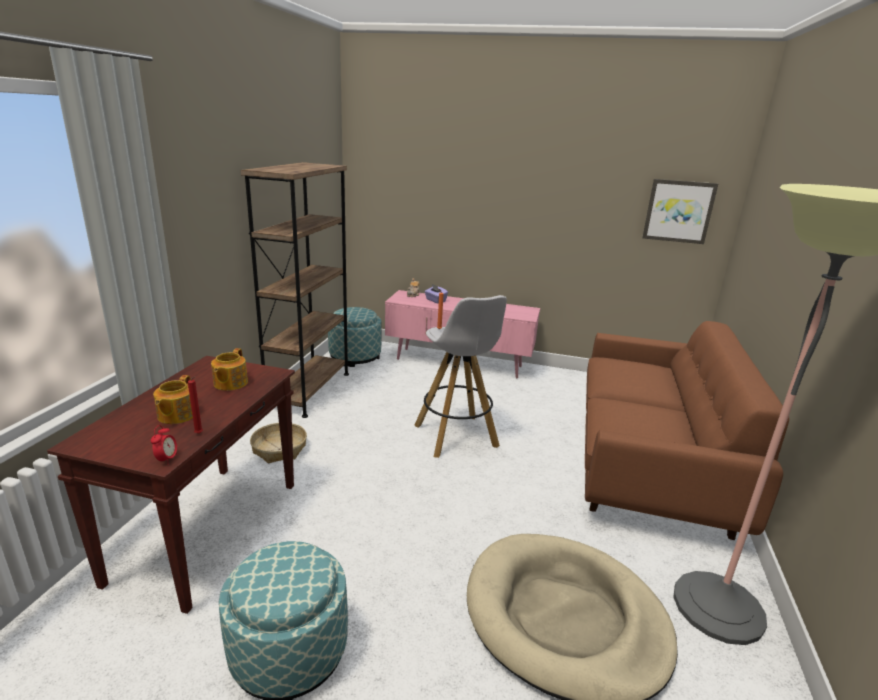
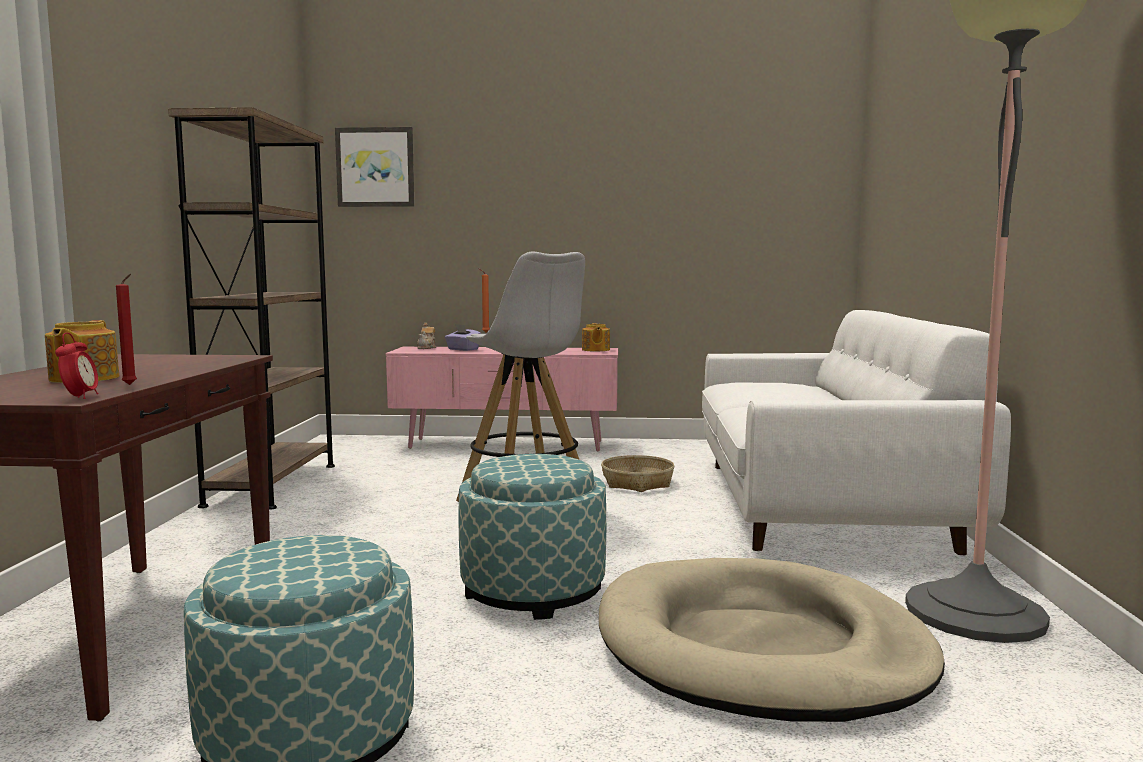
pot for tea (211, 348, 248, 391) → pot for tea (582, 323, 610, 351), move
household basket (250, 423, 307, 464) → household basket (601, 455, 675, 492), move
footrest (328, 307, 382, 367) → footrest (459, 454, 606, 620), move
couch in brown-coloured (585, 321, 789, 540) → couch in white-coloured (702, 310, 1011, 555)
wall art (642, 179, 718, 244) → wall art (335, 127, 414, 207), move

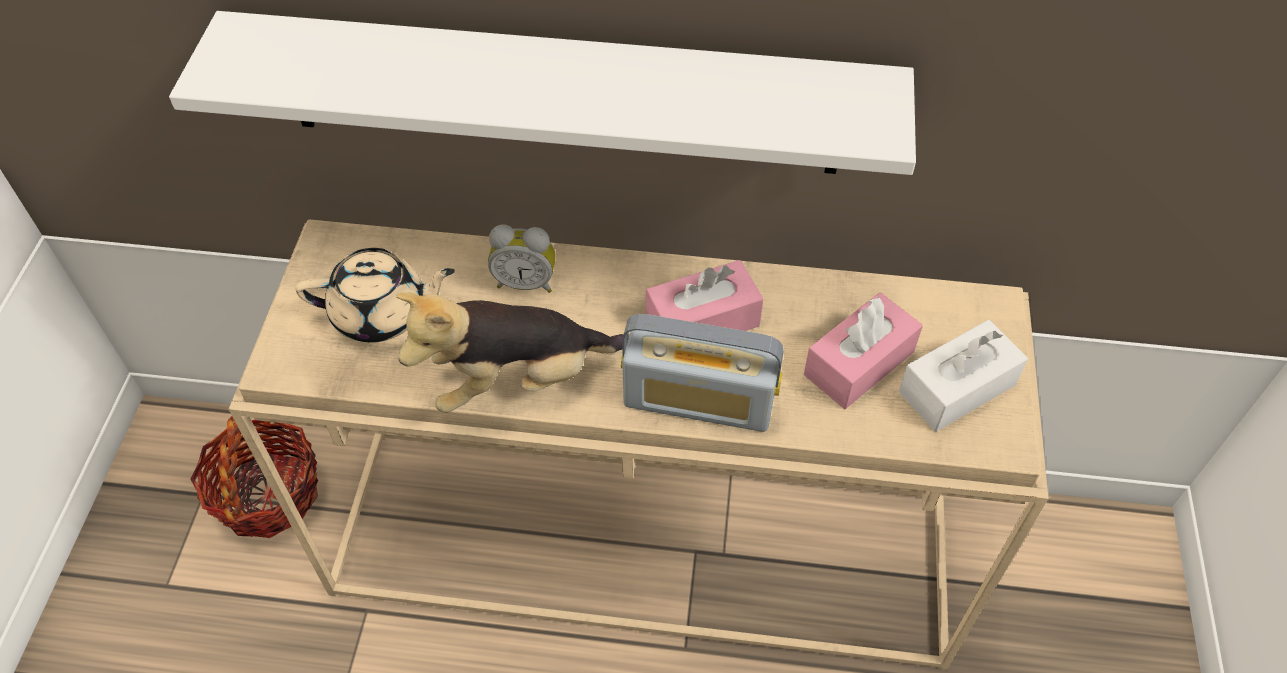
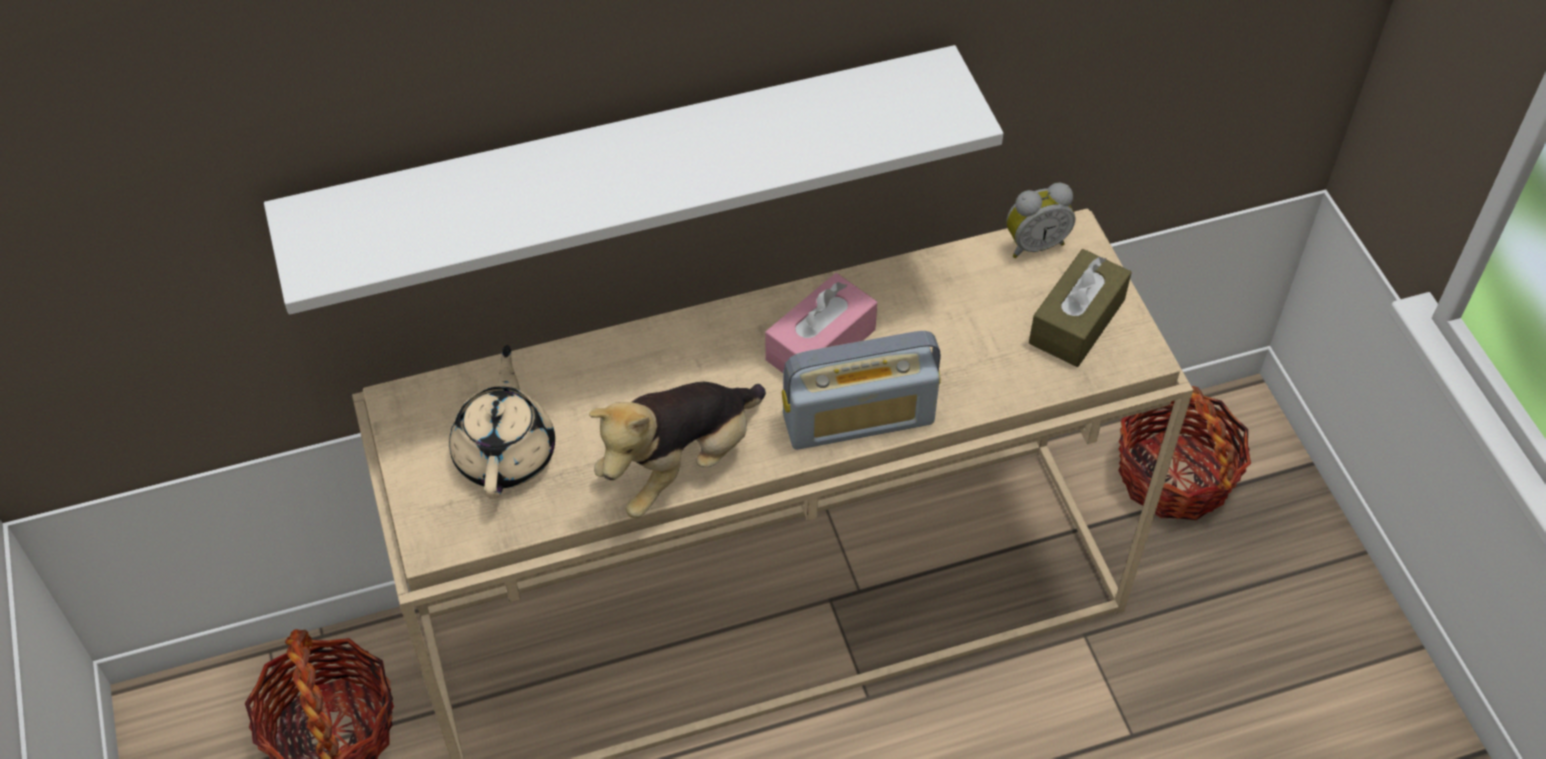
pot for tea in beige (296, 248, 455, 342) → pot for tea in beige (449, 345, 555, 499), 60 degrees counterclockwise
table clock (488, 225, 556, 293) → table clock (1006, 183, 1075, 258), move
box of tissues in pink (804, 293, 923, 409) → -
box of tissues in white-coloured (899, 320, 1028, 432) → box of tissues in brown-coloured (1029, 249, 1132, 367)
- → household basket (1118, 386, 1251, 520)

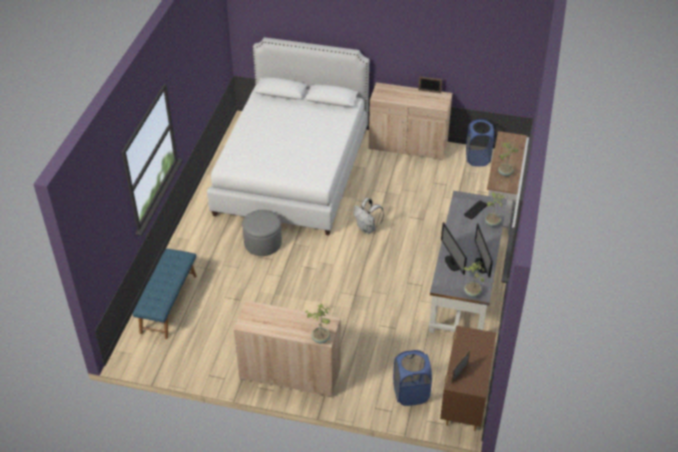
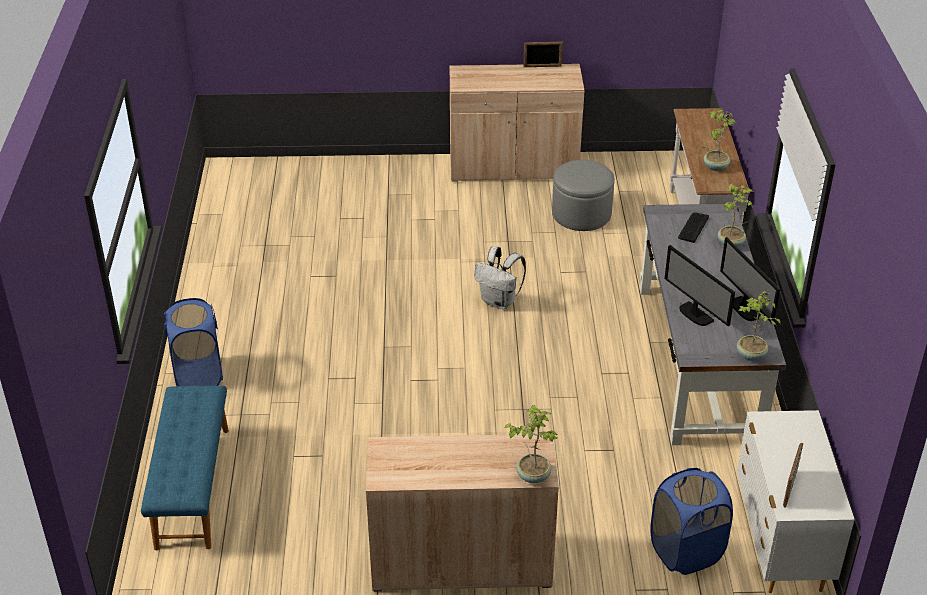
bedroom bed in white-coloured (207, 37, 369, 235) → -
footrest in gray (242, 210, 282, 256) → footrest in gray (552, 160, 615, 231), move
dresser in brown-coloured (440, 326, 496, 431) → dresser in white-coloured (737, 410, 855, 593)
hamper in bluish (466, 119, 494, 166) → hamper in bluish (164, 298, 223, 386), move

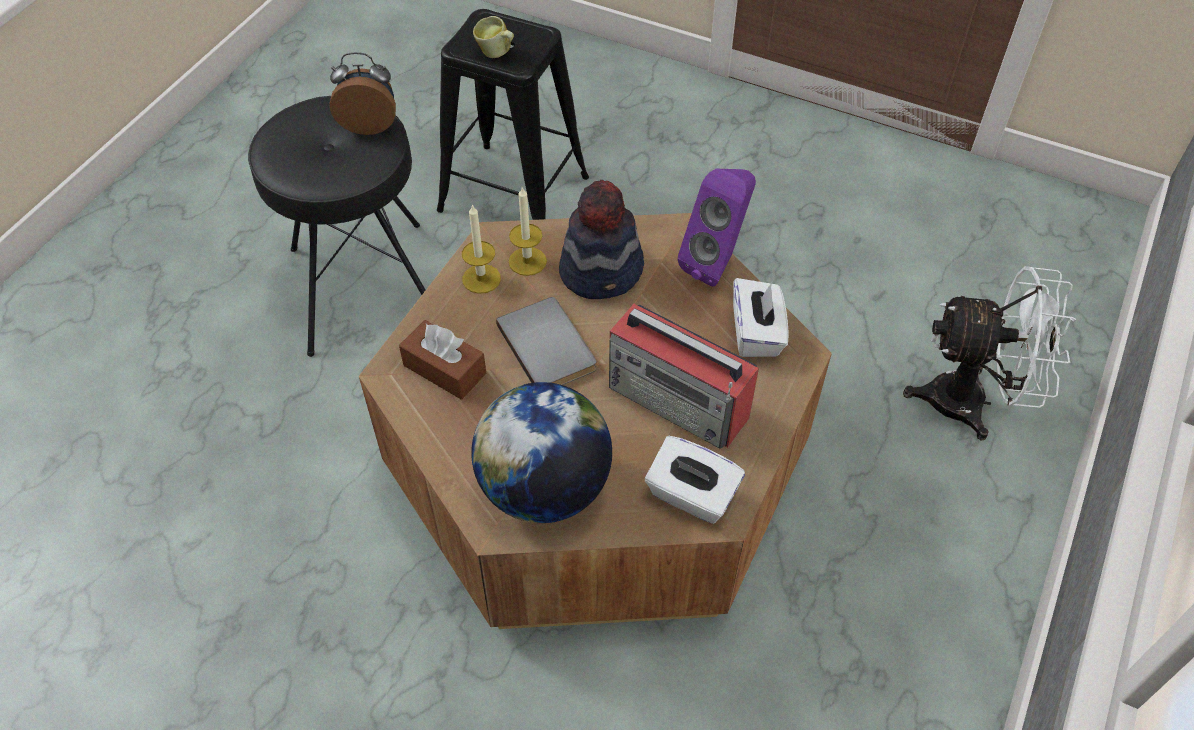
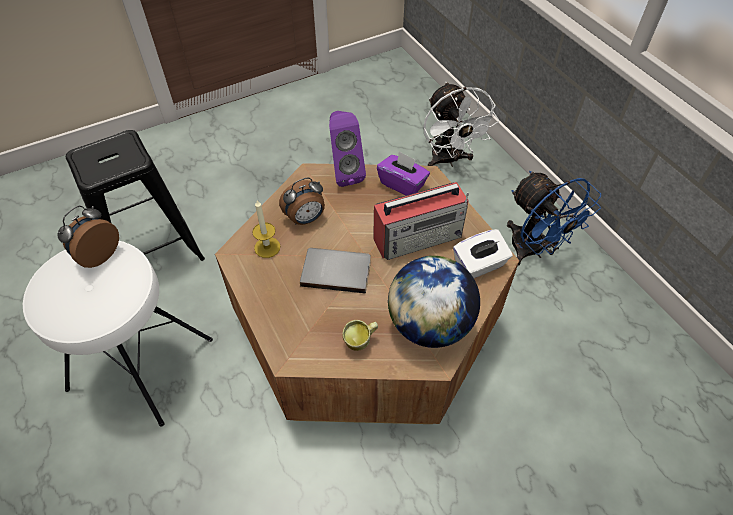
stool in black (248, 96, 426, 357) → stool in white-coloured (23, 241, 213, 427)
box of tissues in brown-coloured (399, 320, 486, 399) → -
wax light (462, 204, 501, 294) → -
coffee mug (473, 16, 514, 58) → coffee mug (343, 320, 378, 351), move
wearable hat (559, 180, 644, 299) → table clock (279, 178, 325, 225)
box of tissues in white-coloured (733, 278, 789, 357) → box of tissues in purple (377, 151, 430, 196)
electric fan in white-coloured (903, 266, 1076, 441) → electric fan in white-coloured (423, 82, 499, 167), 120 degrees clockwise
- → electric fan in bluish (507, 171, 601, 265)

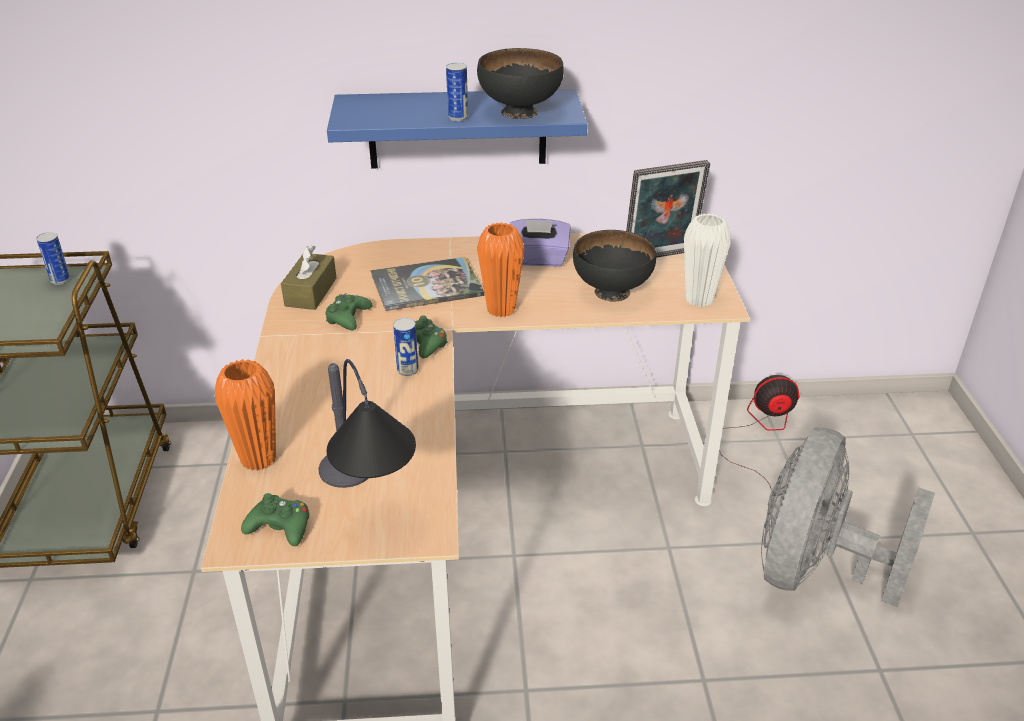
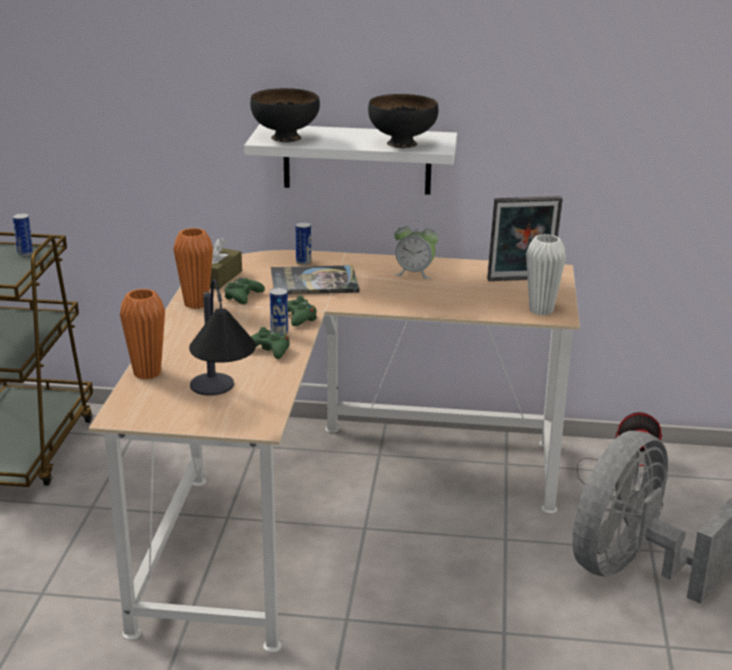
gamepad in green (241, 493, 309, 546) → gamepad in green (251, 327, 290, 359), move
shelf in bluish (327, 89, 588, 168) → shelf in white-coloured (244, 124, 457, 195)
metal can (446, 63, 468, 121) → metal can (295, 222, 311, 265), move
decorative vase in orangey (477, 222, 524, 317) → decorative vase in orangey (173, 228, 213, 309), move
box of tissues in purple (510, 219, 571, 267) → table clock (394, 221, 438, 279)
deep dish in black (573, 230, 656, 302) → deep dish in black (250, 88, 320, 142), move

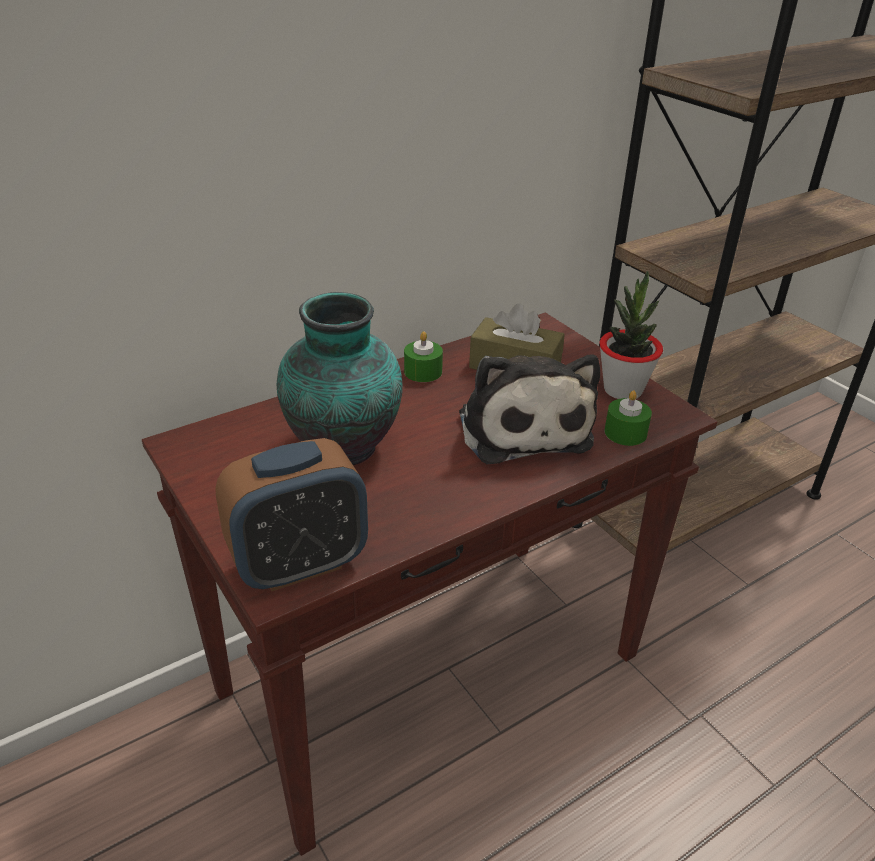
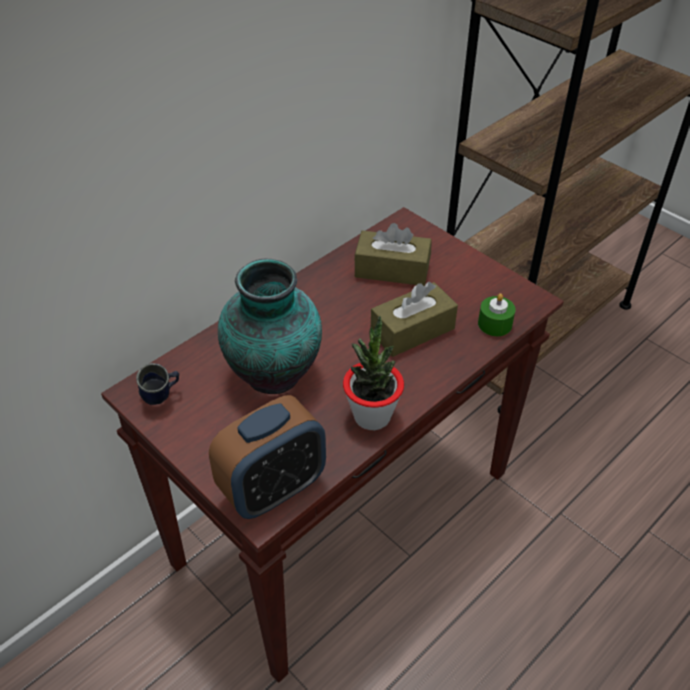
wax light in green (404, 331, 443, 382) → -
plush toy (459, 354, 600, 464) → box of tissues in brown-coloured (371, 282, 458, 357)
plant in a pot (599, 271, 663, 399) → plant in a pot (343, 316, 404, 430), move
- → coffee mug in bluish (136, 363, 179, 405)

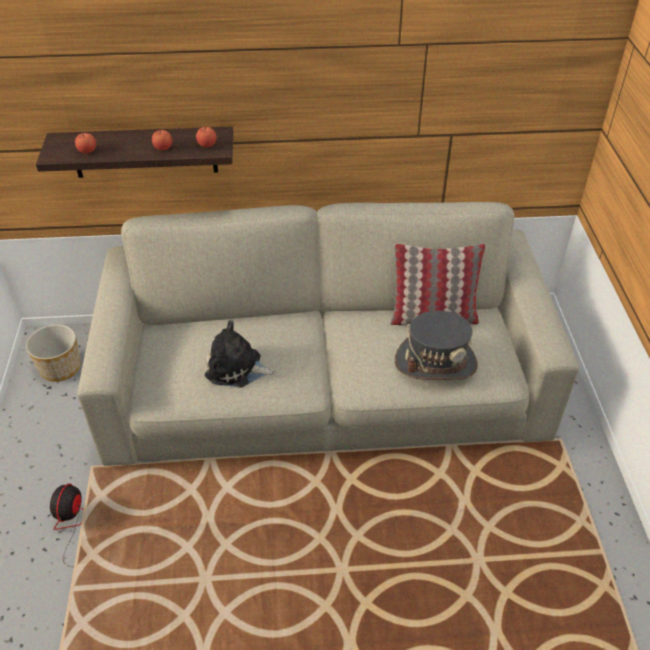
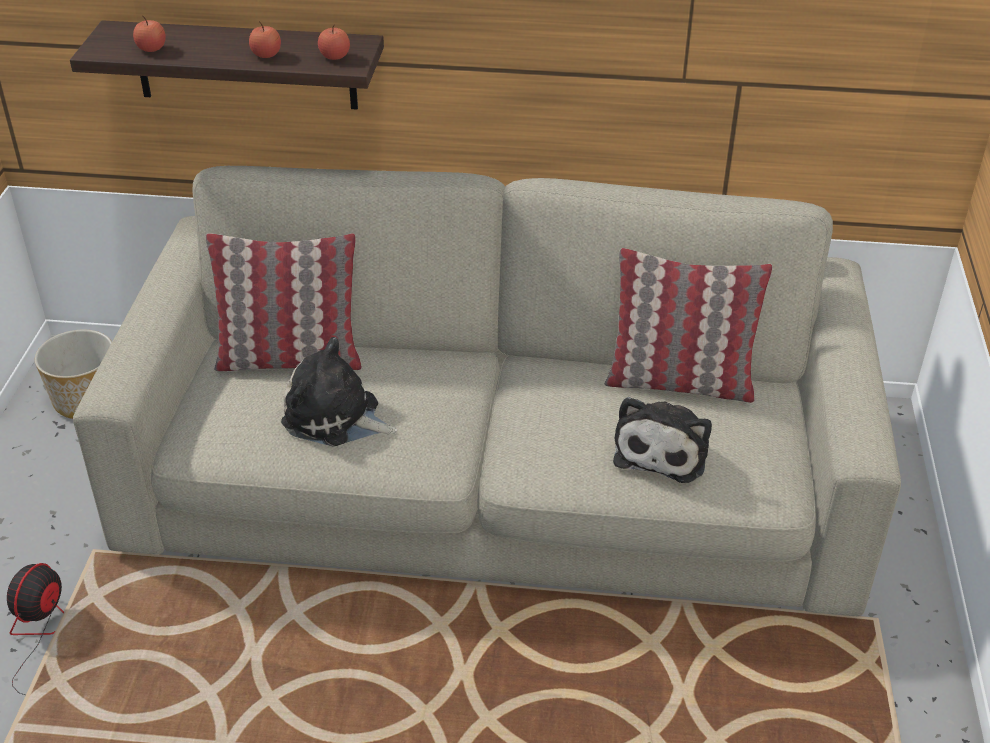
wearable hat in gray (395, 311, 478, 380) → plush toy (613, 397, 712, 483)
- → cushion (206, 233, 362, 371)

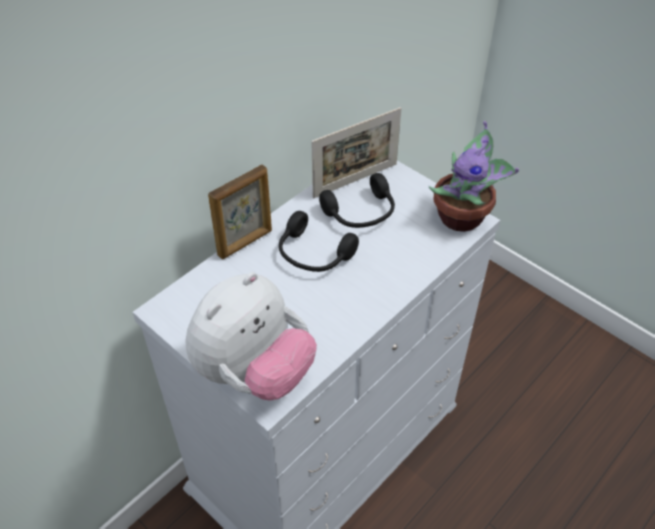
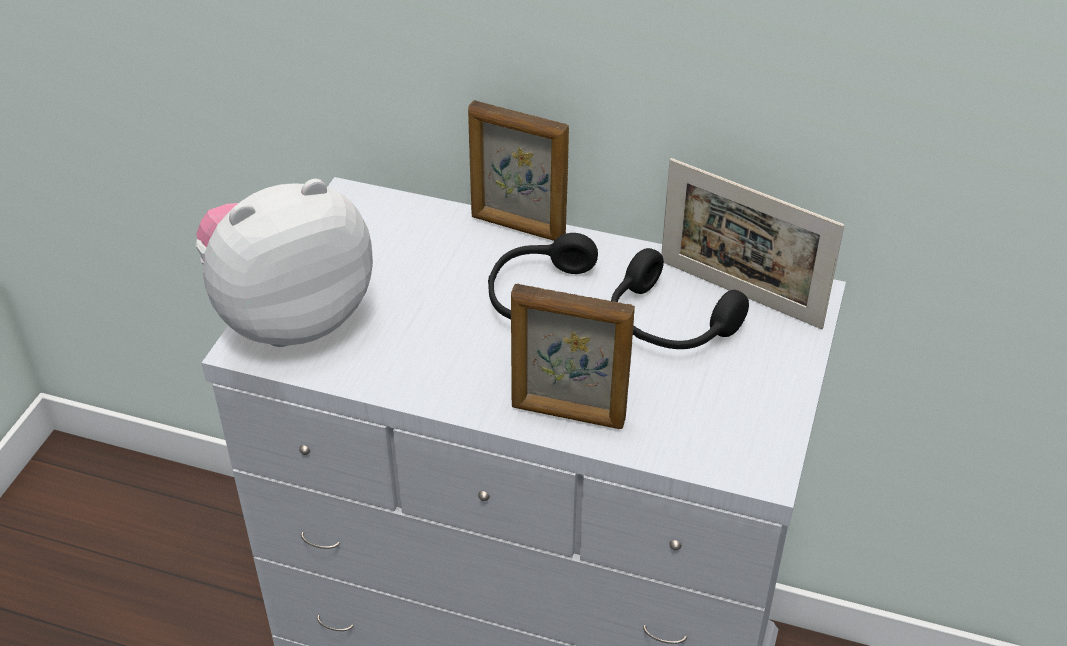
plush toy (185, 272, 317, 401) → plush toy (196, 179, 373, 347), 135 degrees clockwise
plant in a pot (429, 121, 519, 232) → -
- → picture frame (511, 284, 635, 429)

